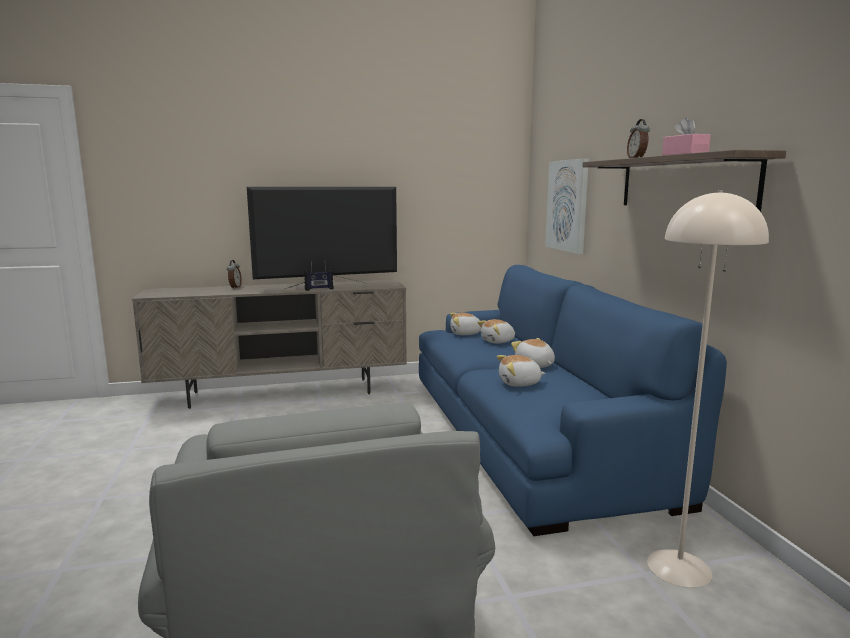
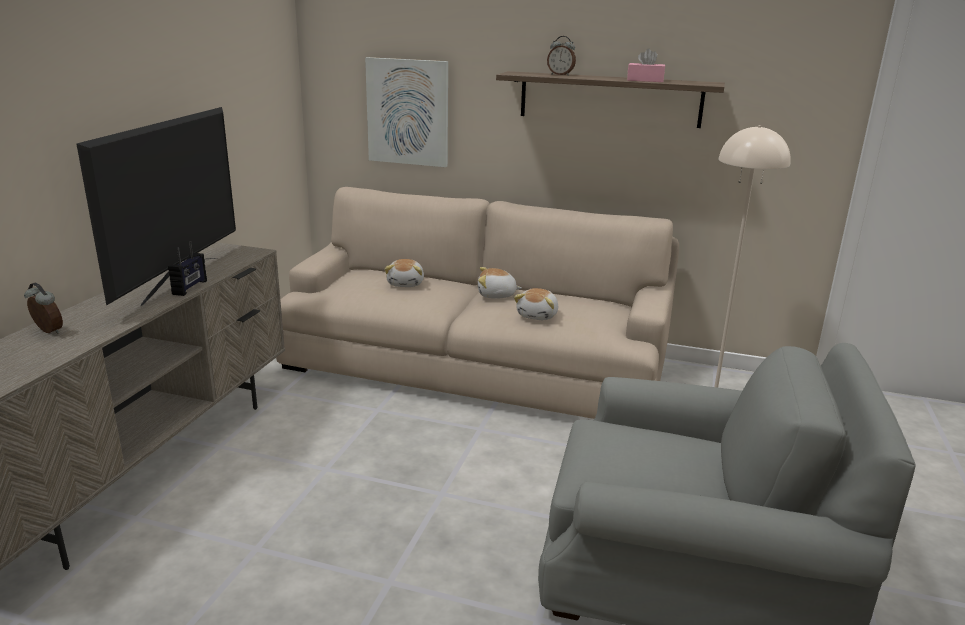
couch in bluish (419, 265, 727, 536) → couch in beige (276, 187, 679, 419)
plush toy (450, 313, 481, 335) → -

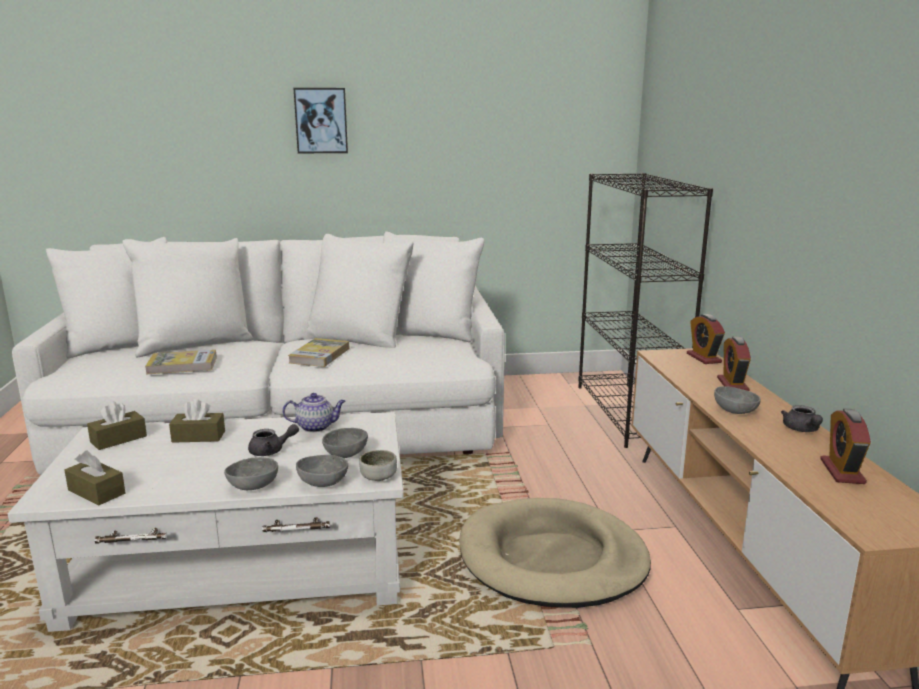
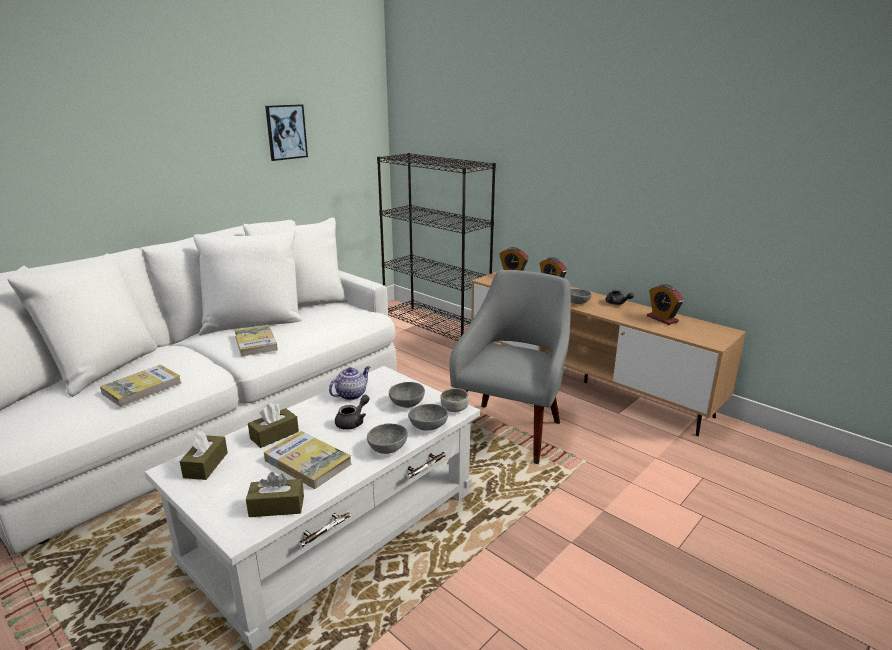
wall art (294, 88, 348, 153) → wall art (265, 104, 308, 161), move
pet bed in beige (459, 498, 651, 608) → easy chair in gray (450, 270, 571, 464)
- → bound book (264, 431, 351, 489)

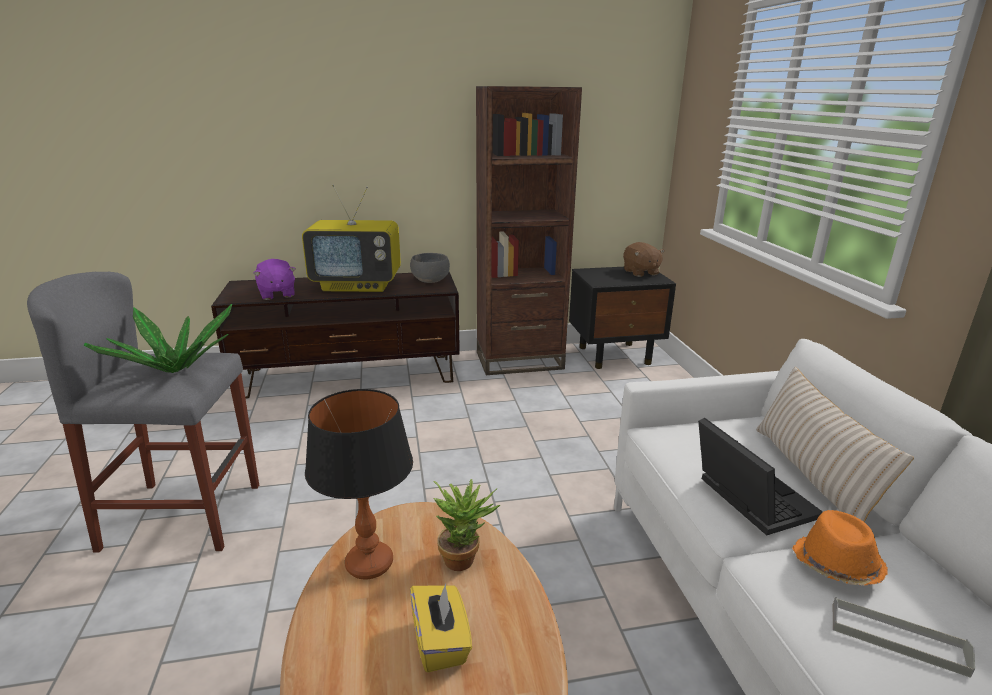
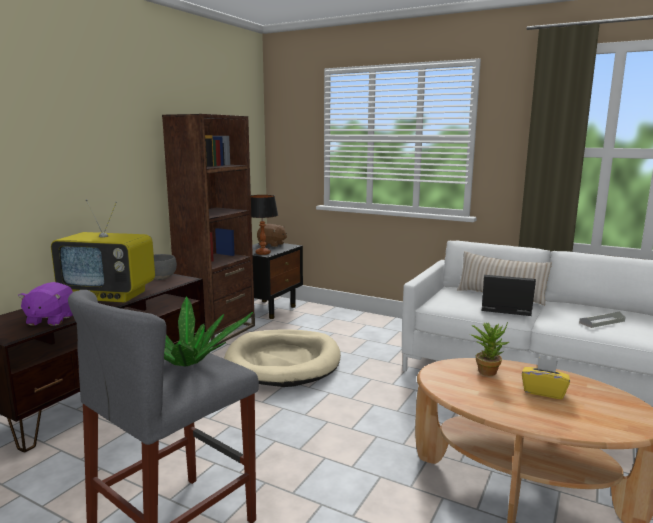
plush toy in purple (253, 259, 296, 300) → plush toy in purple (18, 282, 73, 326), 75 degrees clockwise
TV set (302, 185, 401, 292) → TV set (51, 199, 155, 303), 60 degrees clockwise
lamp for a table (305, 389, 413, 579) → lamp for a table (251, 195, 278, 255), move
wearable hat in orangey (792, 510, 888, 586) → -
- → pet bed in beige (224, 330, 341, 387)

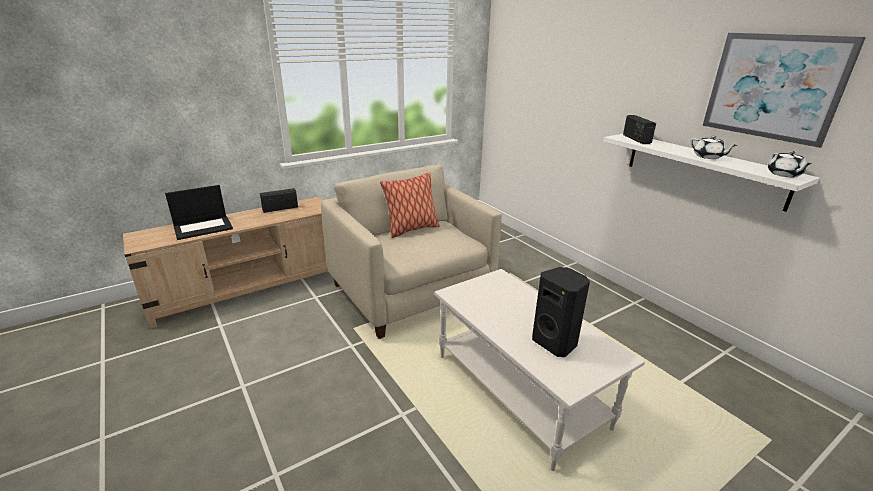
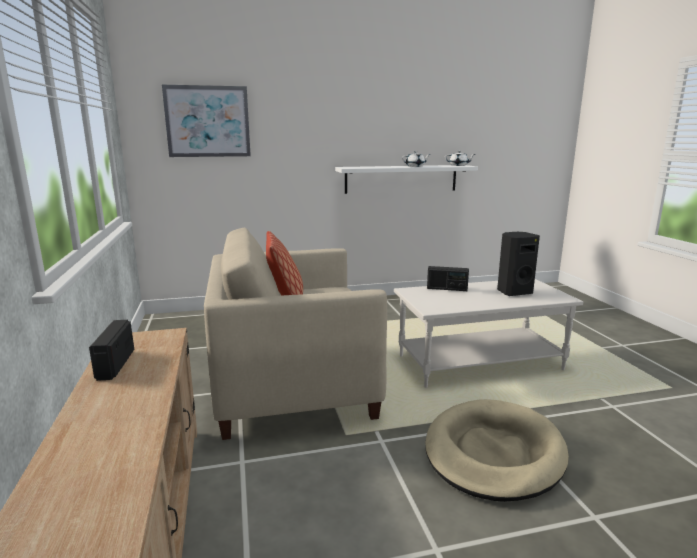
notebook computer (165, 185, 233, 240) → -
radio (623, 115, 656, 144) → radio (427, 266, 469, 291), move
wall art (703, 33, 866, 148) → wall art (162, 85, 251, 157), move
- → pet bed in beige (425, 399, 569, 502)

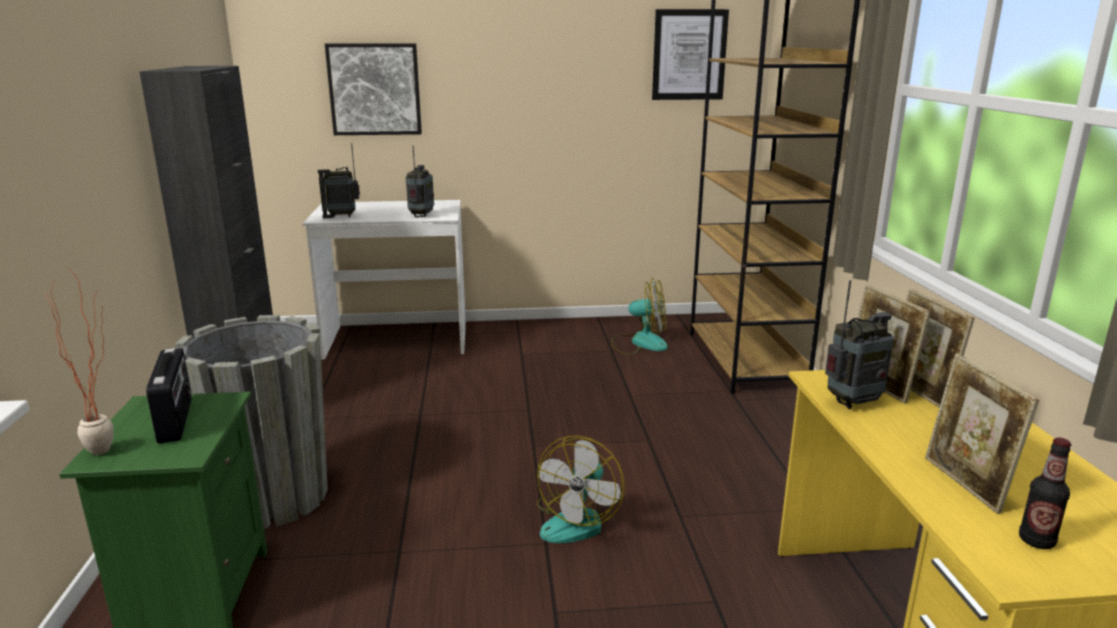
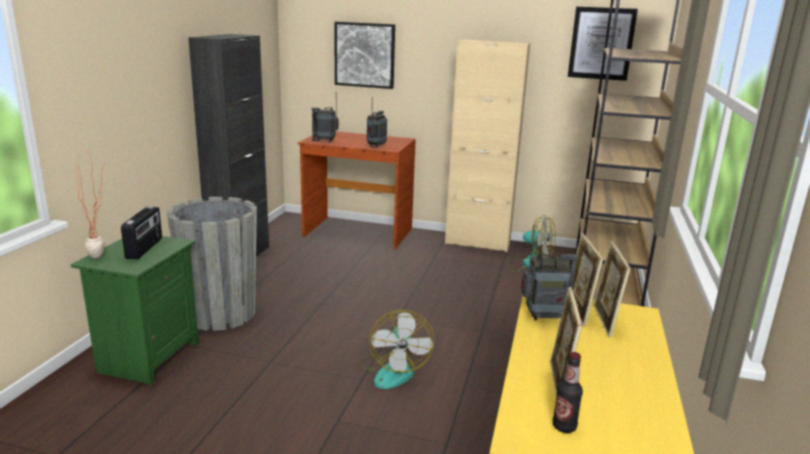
desk table in white-coloured (302, 200, 466, 360) → desk table in brown-coloured (297, 131, 416, 249)
electric fan (536, 436, 625, 543) → electric fan (358, 310, 435, 389), 45 degrees counterclockwise
- → storage cabinet in beige (445, 39, 530, 252)

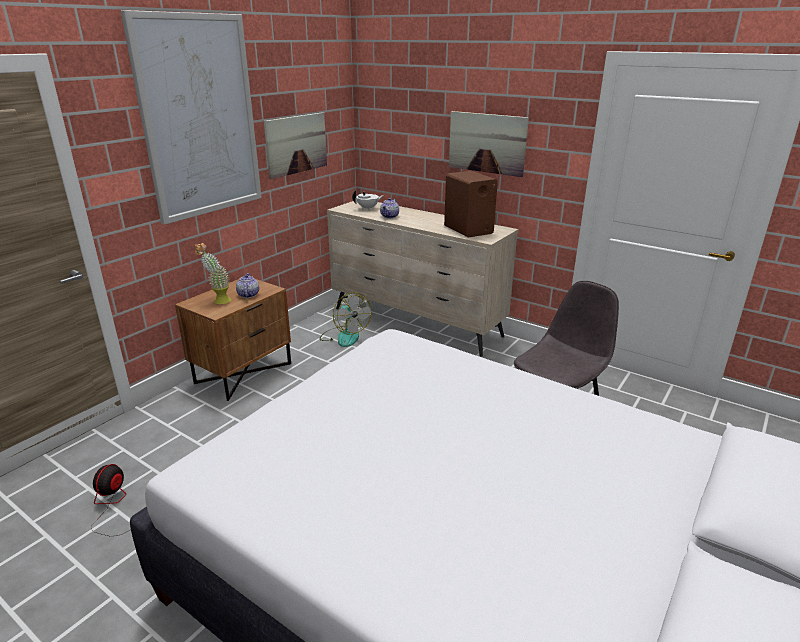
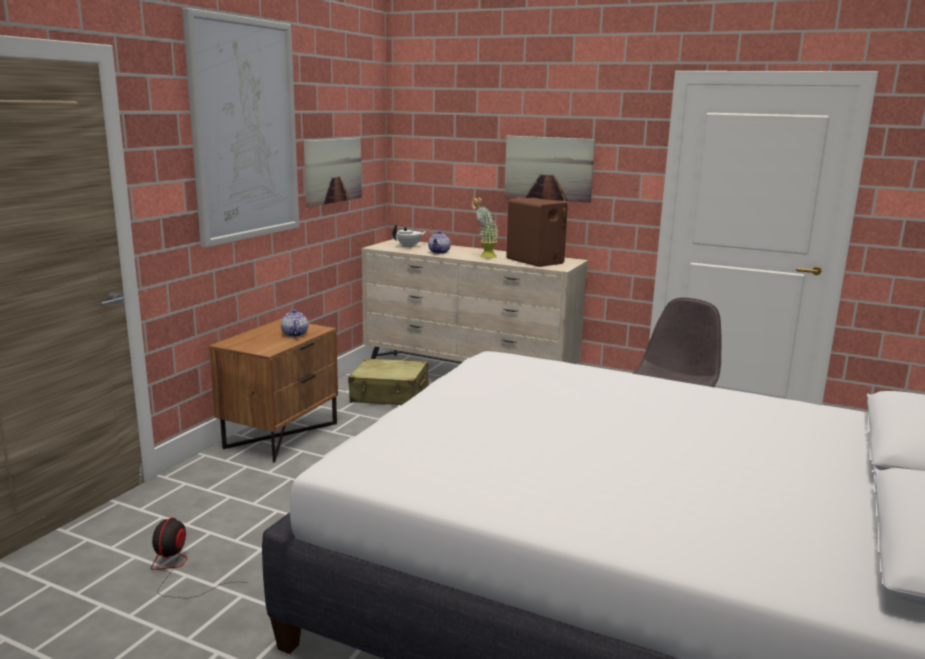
plant in a pot (195, 243, 231, 304) → plant in a pot (470, 197, 499, 258), move
electric fan (320, 292, 371, 347) → travel case in beige (348, 358, 429, 405)

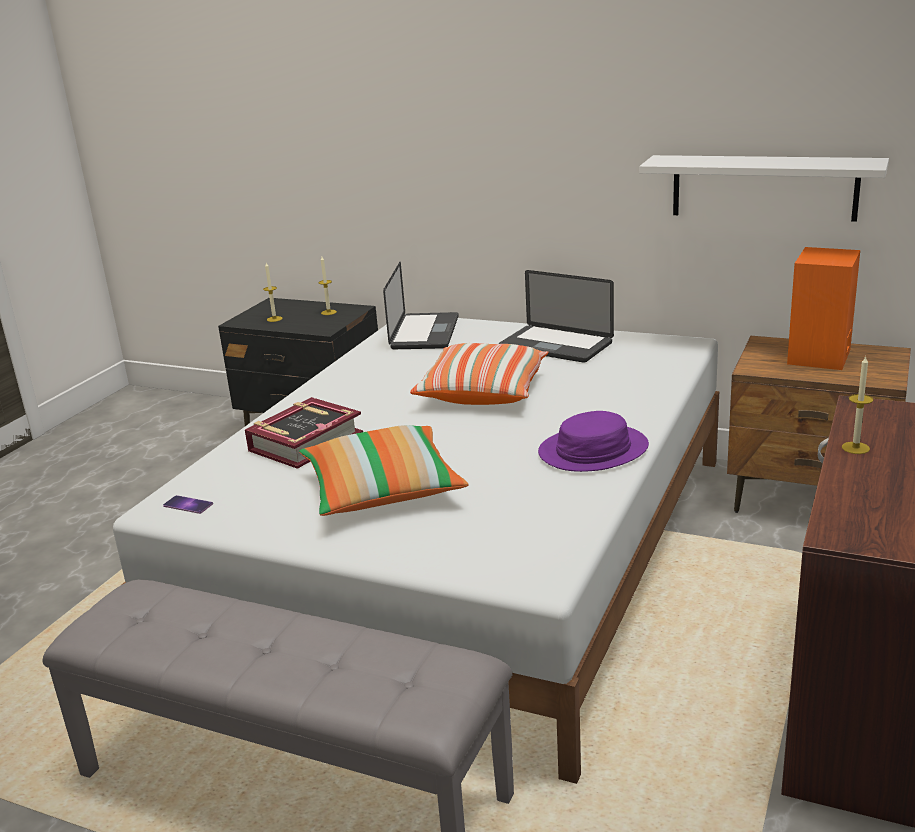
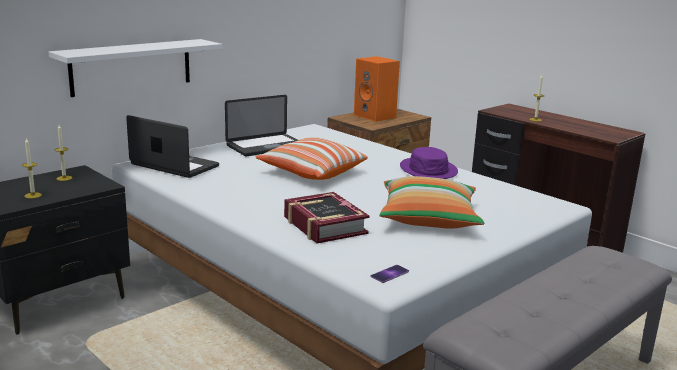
shelf in white-coloured (639, 155, 889, 222) → shelf in white-coloured (49, 39, 222, 97), move

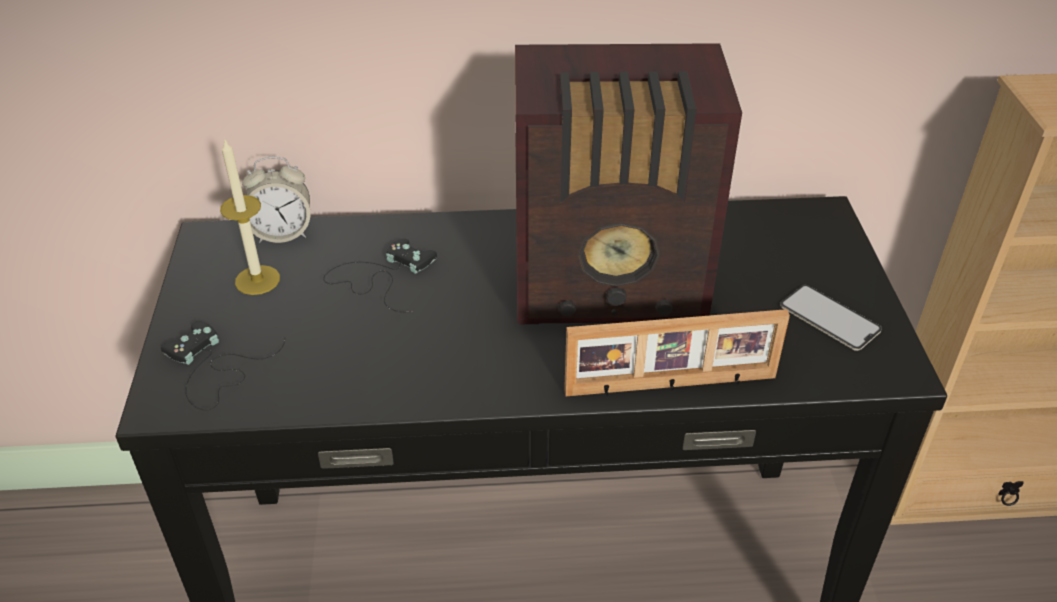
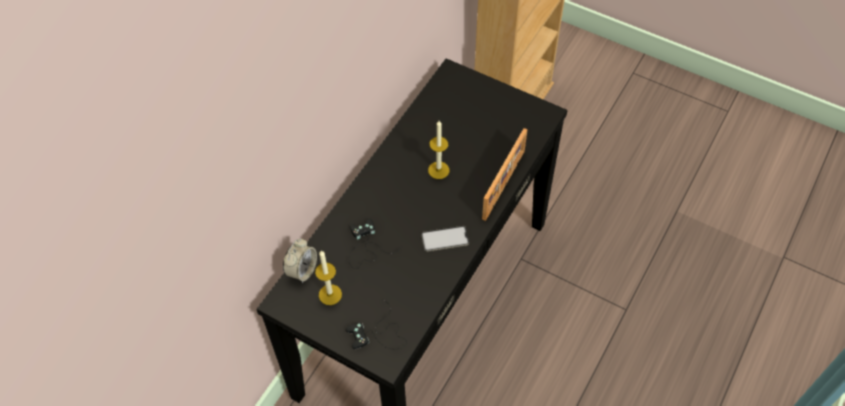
radio (515, 43, 742, 324) → wax light (428, 121, 449, 179)
telephone (780, 285, 882, 351) → telephone (421, 226, 469, 252), move

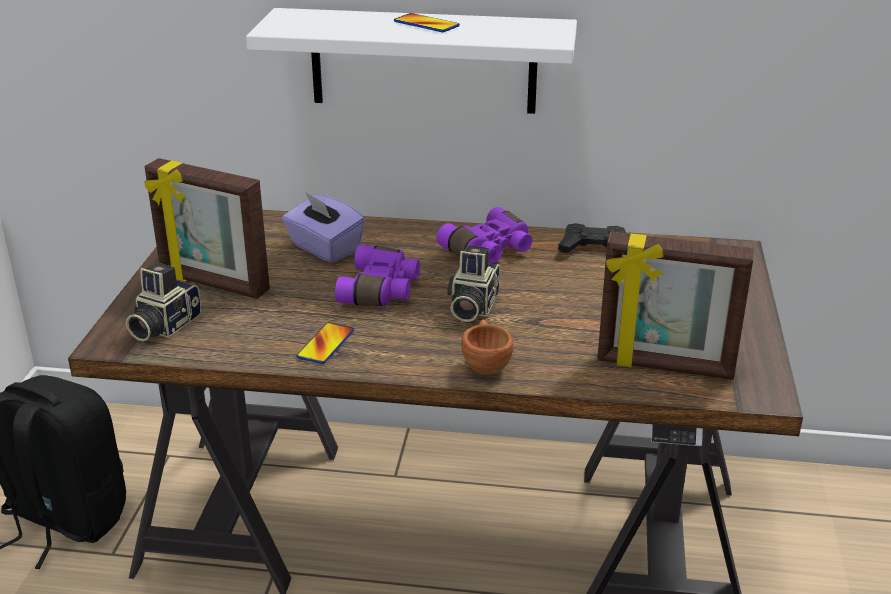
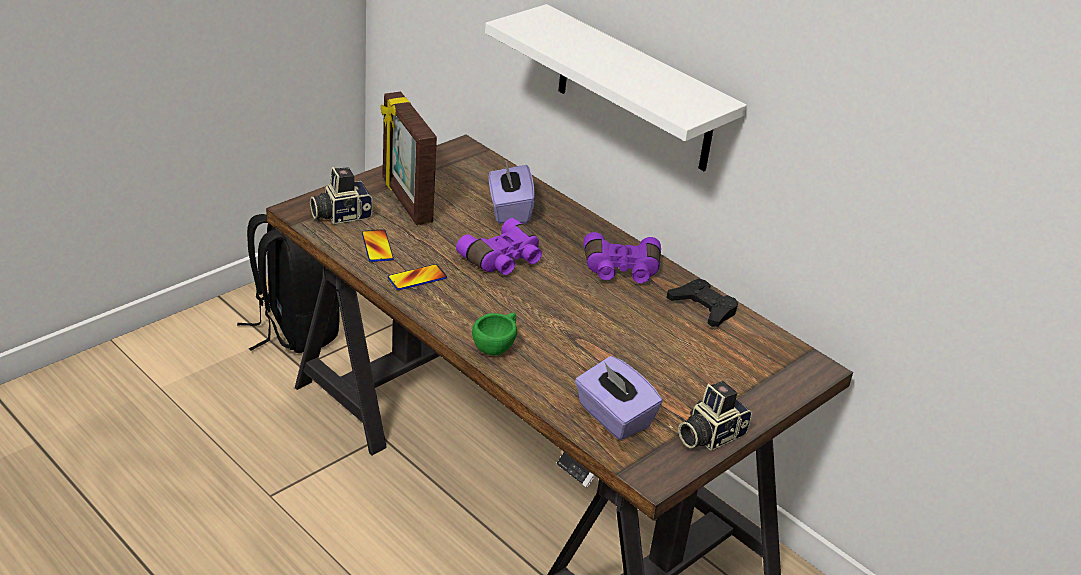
telephone (394, 13, 460, 32) → telephone (362, 229, 394, 262), move
still camera (447, 245, 500, 322) → still camera (678, 381, 752, 451), move
drinking cup in brown-coloured (461, 319, 514, 374) → drinking cup in green (472, 313, 517, 355)
picture frame (597, 232, 754, 380) → box of tissues in purple (575, 356, 663, 440)

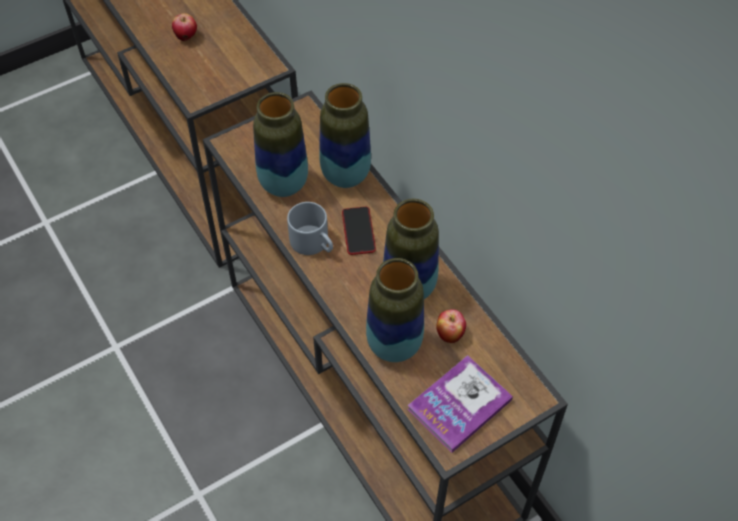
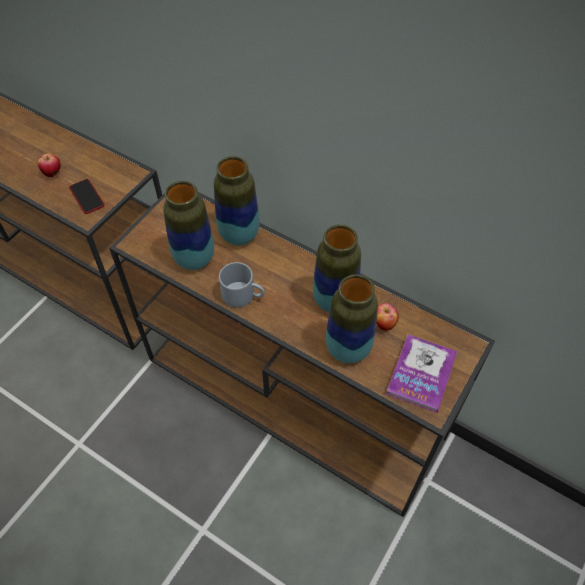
telephone (342, 207, 376, 255) → telephone (69, 179, 104, 214), move

